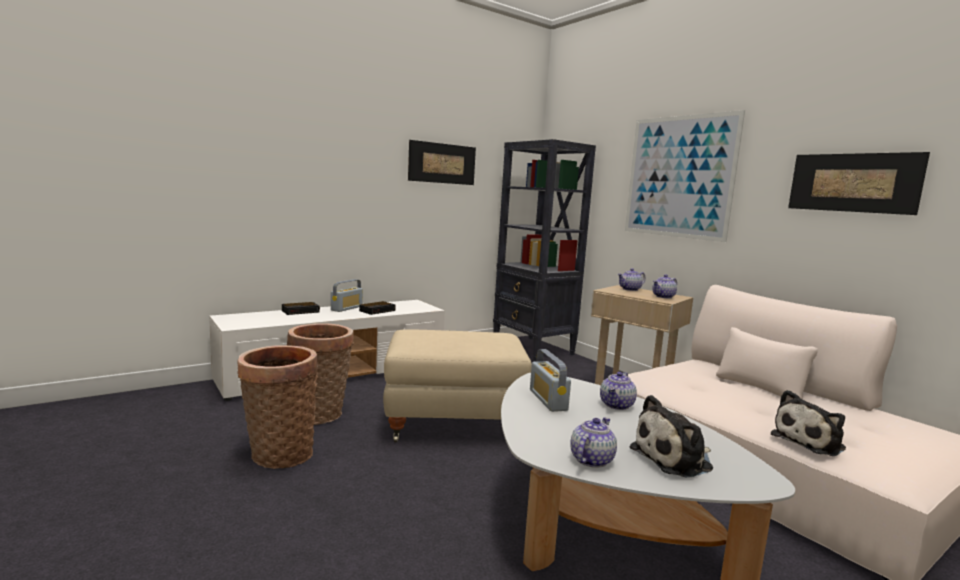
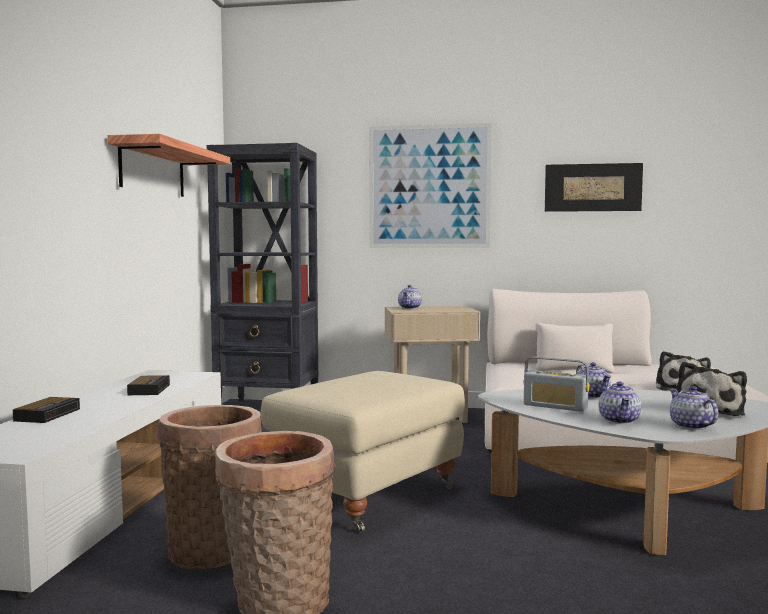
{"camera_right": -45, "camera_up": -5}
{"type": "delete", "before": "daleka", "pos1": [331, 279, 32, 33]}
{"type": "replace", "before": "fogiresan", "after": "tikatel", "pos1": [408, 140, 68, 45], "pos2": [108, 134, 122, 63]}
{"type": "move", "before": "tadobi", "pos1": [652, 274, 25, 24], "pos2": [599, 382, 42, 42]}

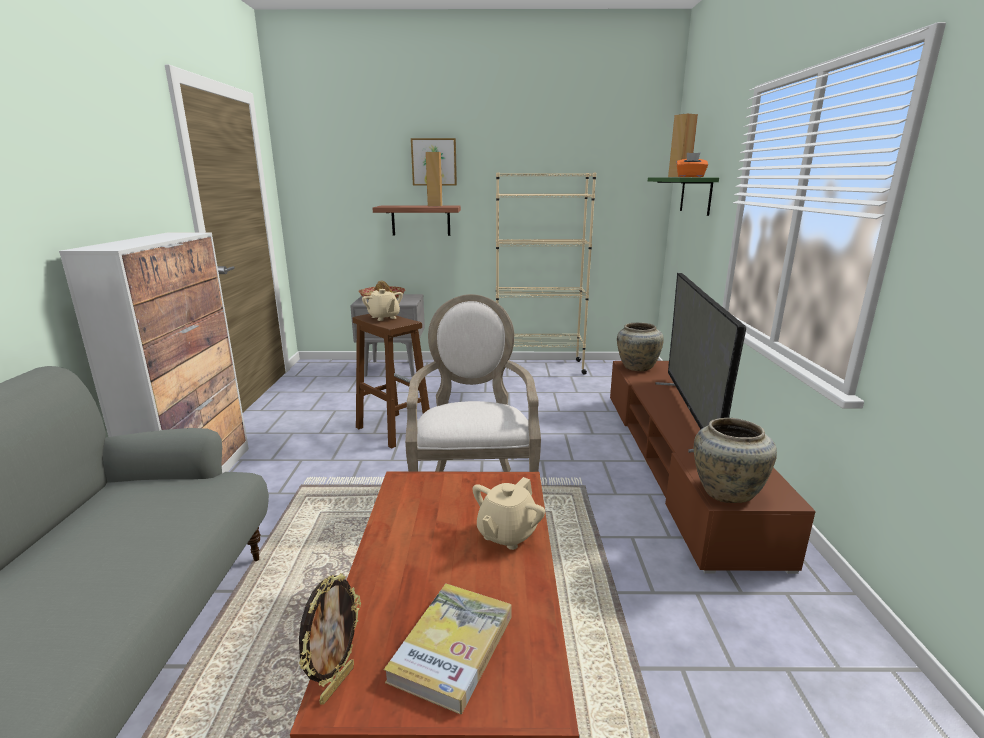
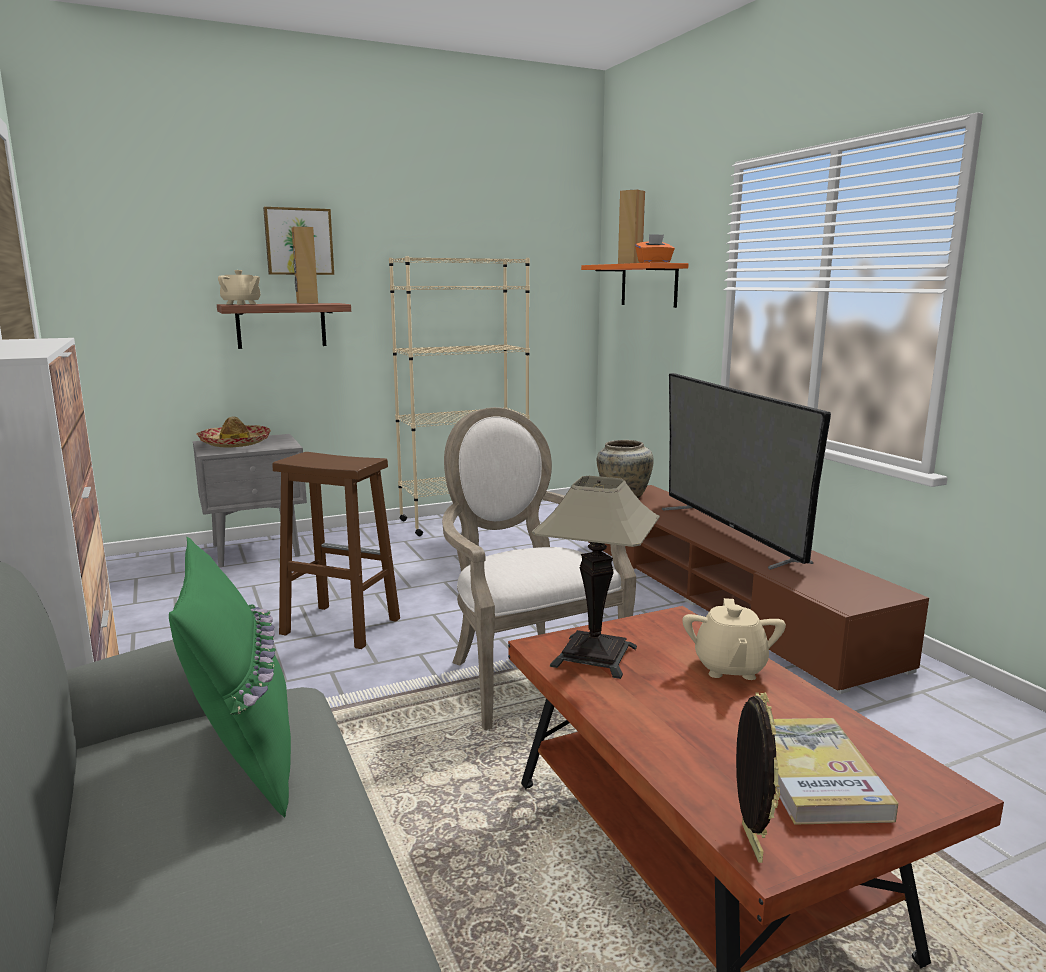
{"camera_right": -25, "camera_up": -5}
{"type": "move", "before": "beige_tadobi", "pos1": [362, 289, 41, 32], "pos2": [218, 270, 43, 35]}
{"type": "recolor", "before": "green_tikatel", "after": "orange_tikatel", "pos1": [648, 178, 71, 38], "pos2": [581, 263, 108, 45]}
{"type": "delete", "before": "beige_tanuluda", "pos1": [694, 418, 83, 85]}
{"type": "insert", "after": "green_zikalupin", "pos2": [169, 537, 122, 281]}
{"type": "insert", "after": "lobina", "pos2": [532, 476, 128, 203]}

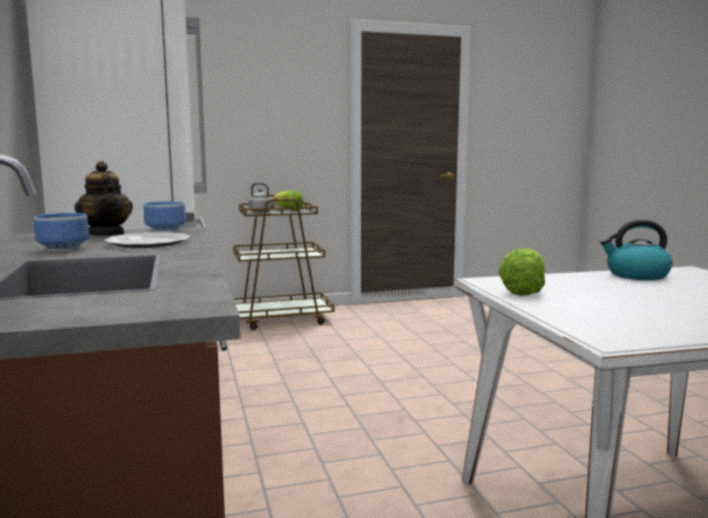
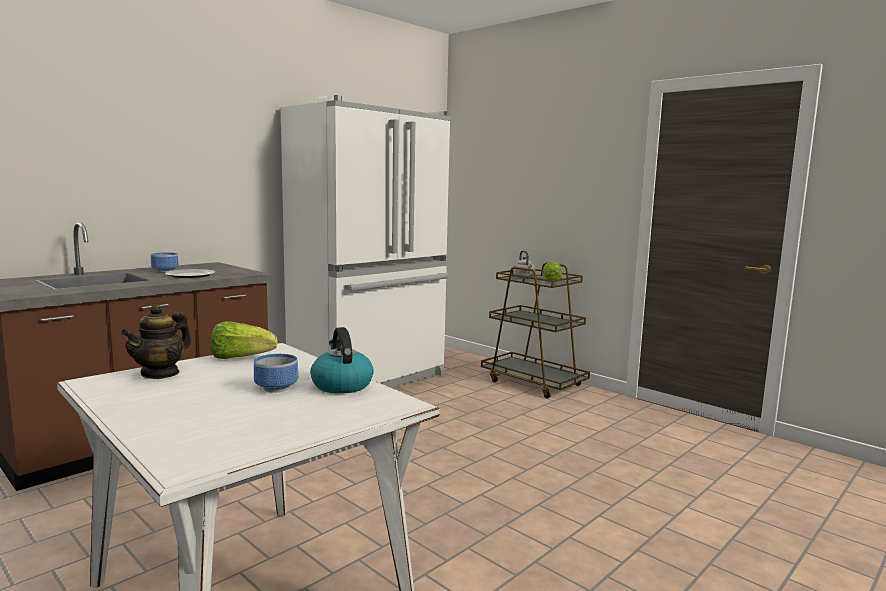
{"camera_right": 60, "camera_up": 0}
{"type": "move", "before": "tadobi", "pos1": [74, 161, 59, 75], "pos2": [121, 304, 70, 75]}
{"type": "move", "before": "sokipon", "pos1": [144, 201, 42, 31], "pos2": [254, 354, 44, 39]}

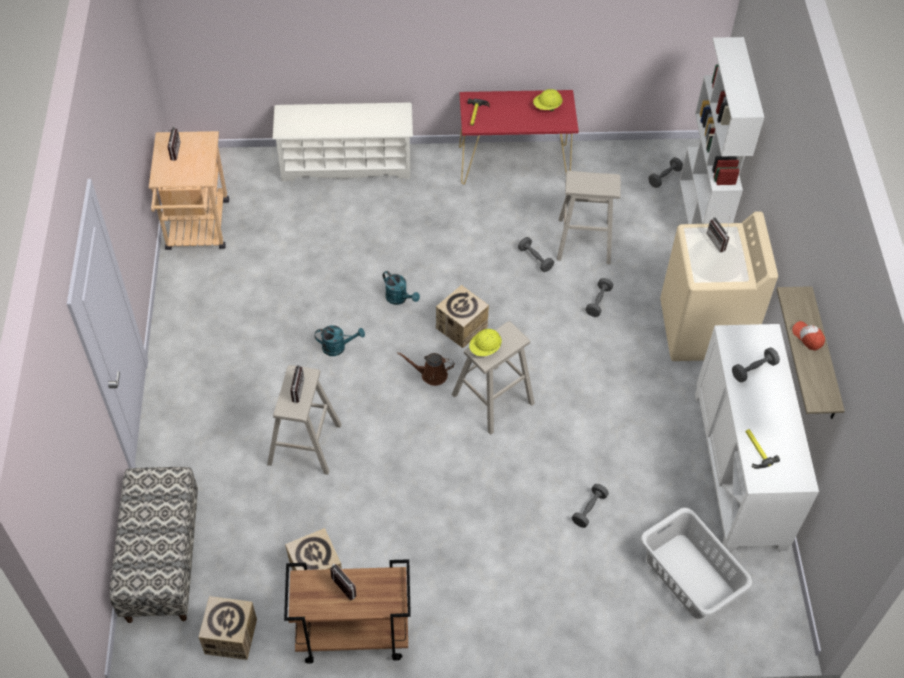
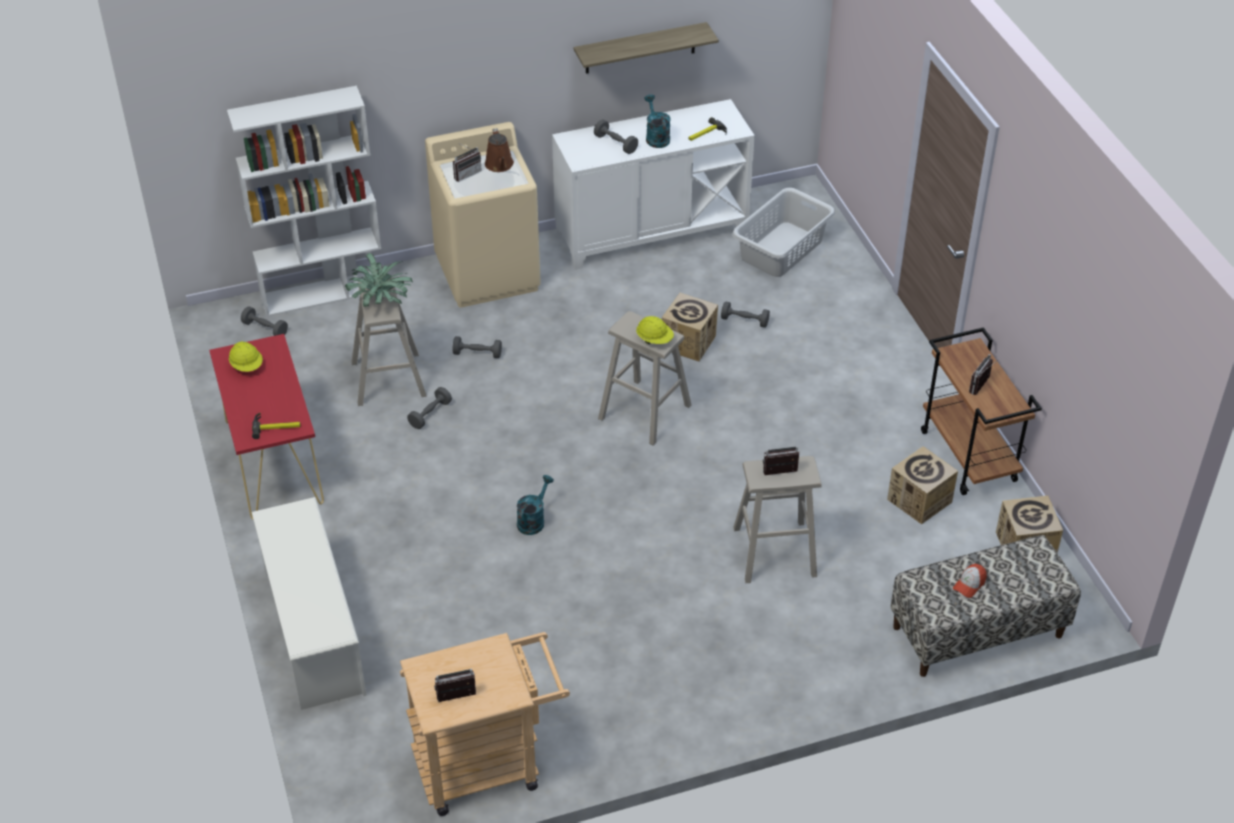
{"camera_right": -105, "camera_up": -10}
{"type": "move", "before": "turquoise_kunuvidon", "pos1": [315, 325, 50, 31], "pos2": [644, 94, 27, 54]}
{"type": "move", "before": "brown_kunuvidon", "pos1": [397, 352, 58, 34], "pos2": [485, 128, 29, 44]}
{"type": "move", "before": "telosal", "pos1": [436, 285, 53, 63], "pos2": [662, 293, 56, 69]}
{"type": "move", "before": "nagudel", "pos1": [792, 321, 33, 30], "pos2": [953, 564, 34, 34]}
{"type": "insert", "after": "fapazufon", "pos2": [345, 253, 68, 54]}

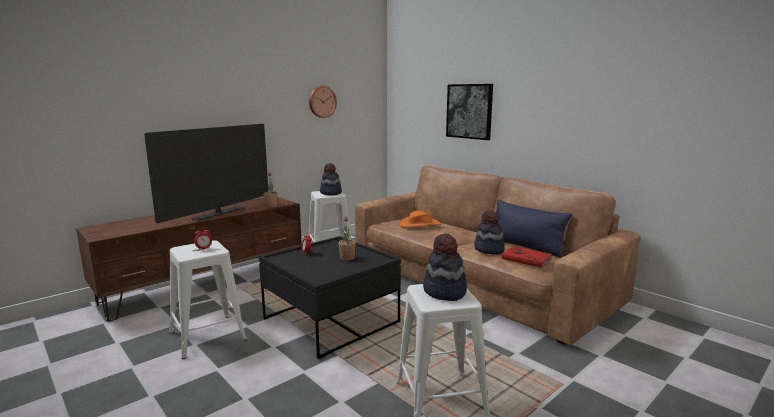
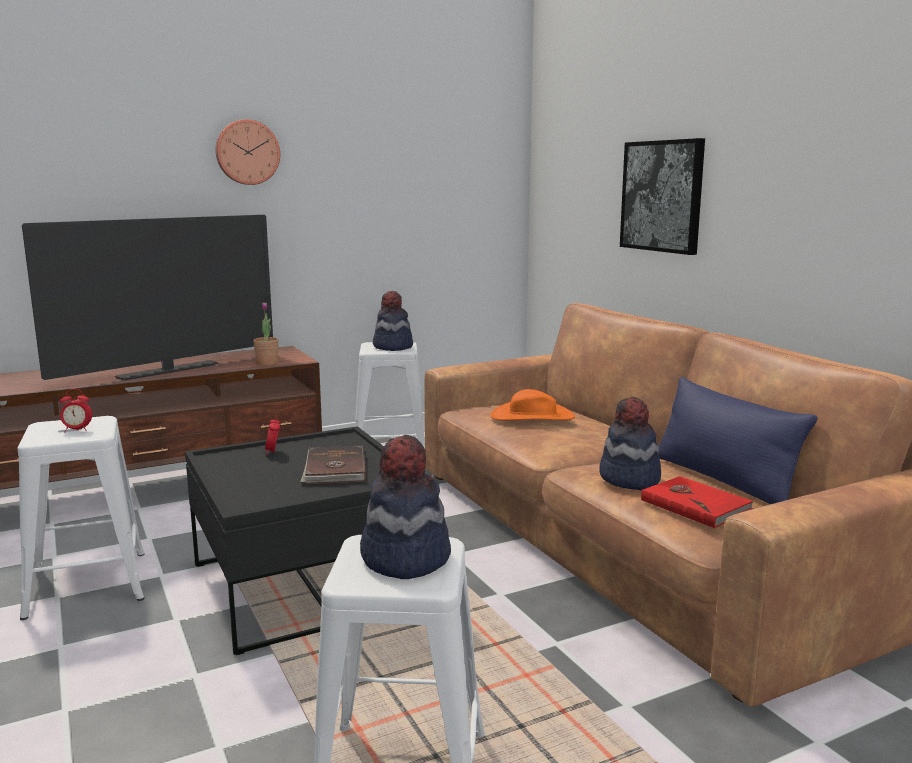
{"camera_right": 15, "camera_up": 0}
{"type": "move", "before": "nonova", "pos1": [309, 86, 28, 32], "pos2": [215, 119, 65, 66]}
{"type": "replace", "before": "fapazufon", "after": "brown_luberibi", "pos1": [338, 217, 18, 44], "pos2": [300, 445, 67, 39]}

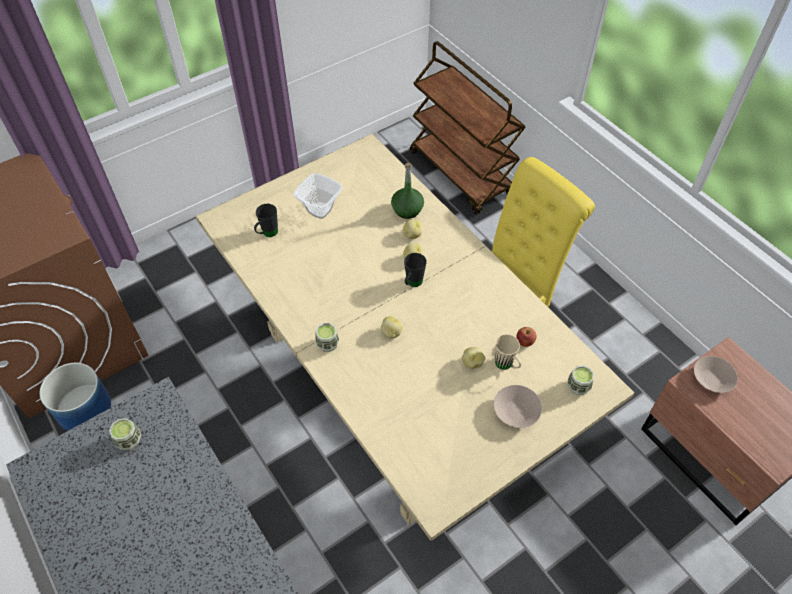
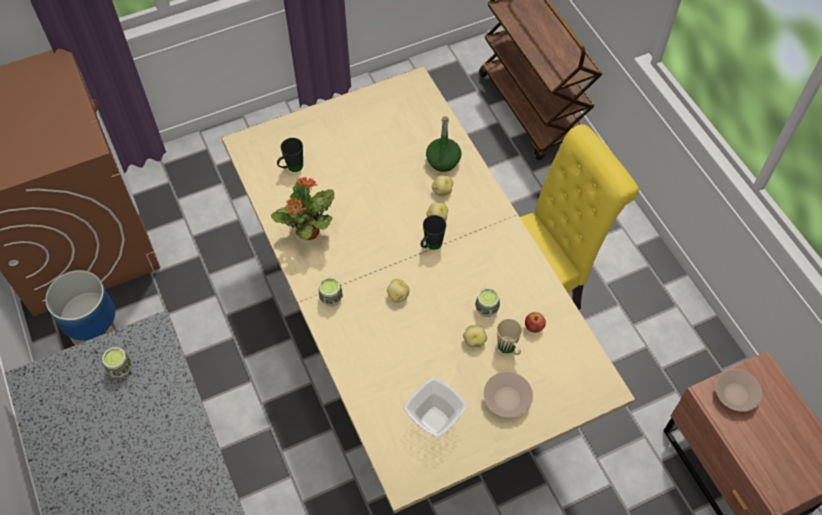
{"camera_right": 10, "camera_up": 5}
{"type": "move", "before": "sokipon", "pos1": [293, 173, 50, 46], "pos2": [403, 377, 64, 61]}
{"type": "move", "before": "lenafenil", "pos1": [567, 365, 27, 30], "pos2": [475, 288, 25, 29]}
{"type": "insert", "after": "fapazufon", "pos2": [271, 177, 63, 63]}

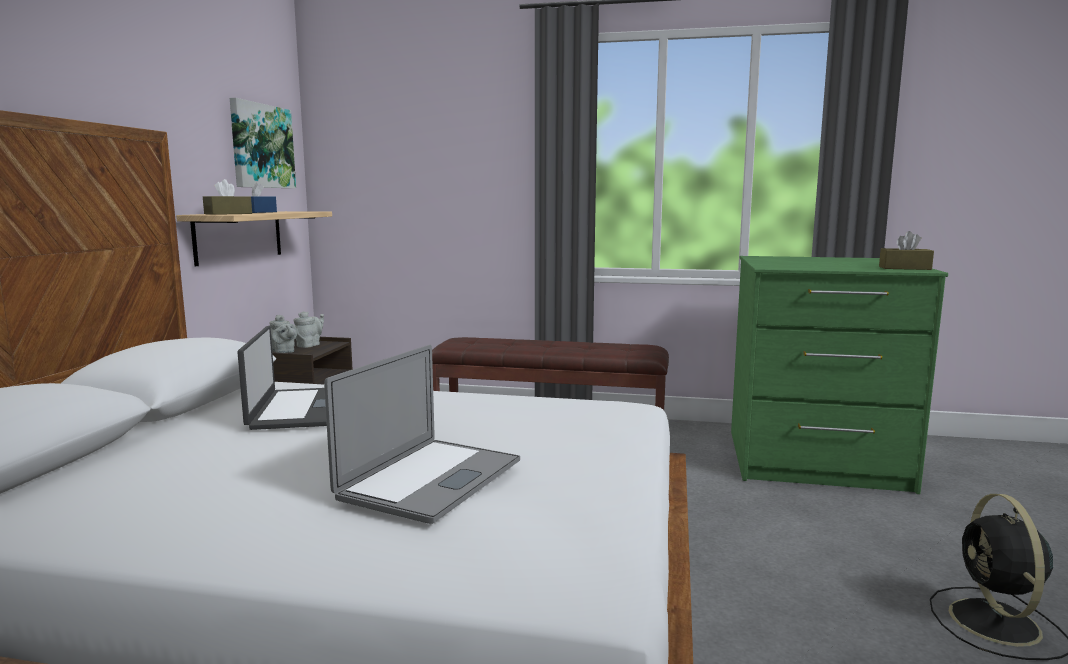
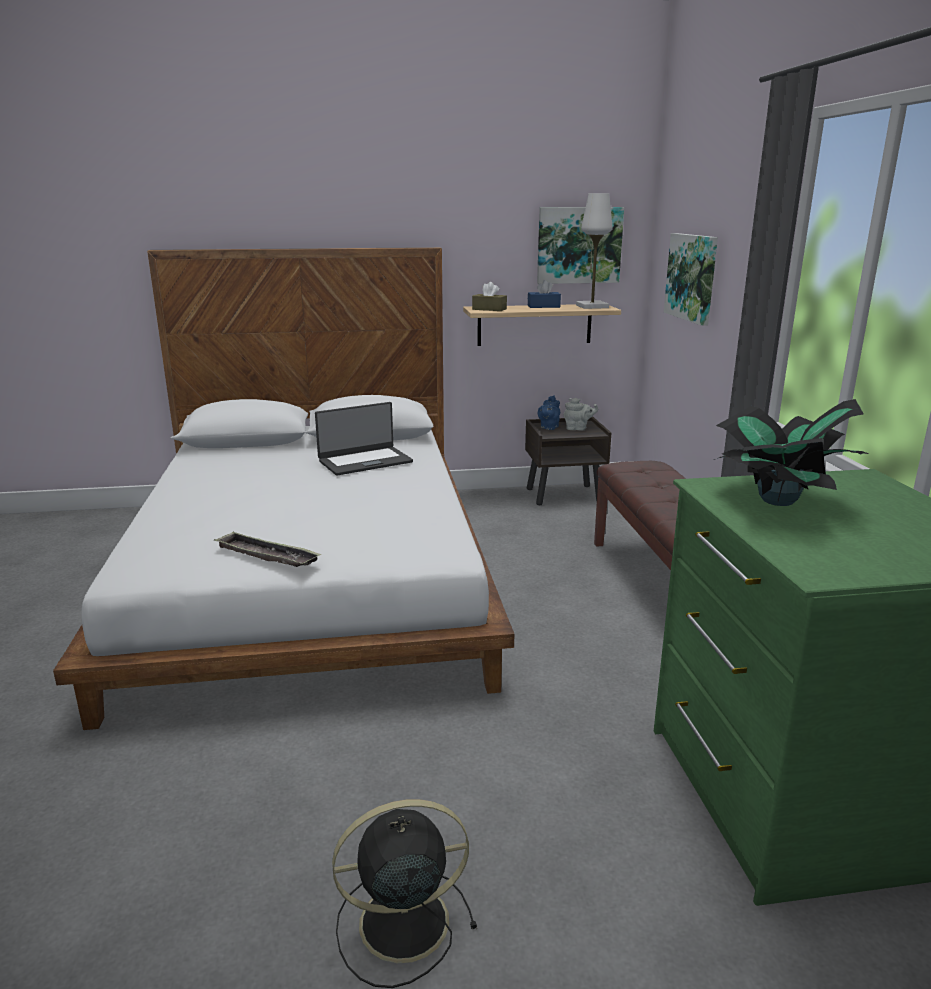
{"camera_right": 70, "camera_up": 10}
{"type": "recolor", "before": "grey_tadobi", "after": "blue_tadobi", "pos1": [269, 315, 28, 38], "pos2": [538, 396, 22, 34]}
{"type": "delete", "before": "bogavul", "pos1": [324, 345, 196, 179]}
{"type": "delete", "before": "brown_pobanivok", "pos1": [879, 231, 55, 39]}
{"type": "insert", "after": "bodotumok", "pos2": [214, 531, 107, 36]}
{"type": "insert", "after": "white_lobina", "pos2": [576, 193, 37, 116]}
{"type": "insert", "after": "fogiresan", "pos2": [664, 233, 54, 93]}
{"type": "insert", "after": "fapazufon", "pos2": [714, 399, 155, 107]}

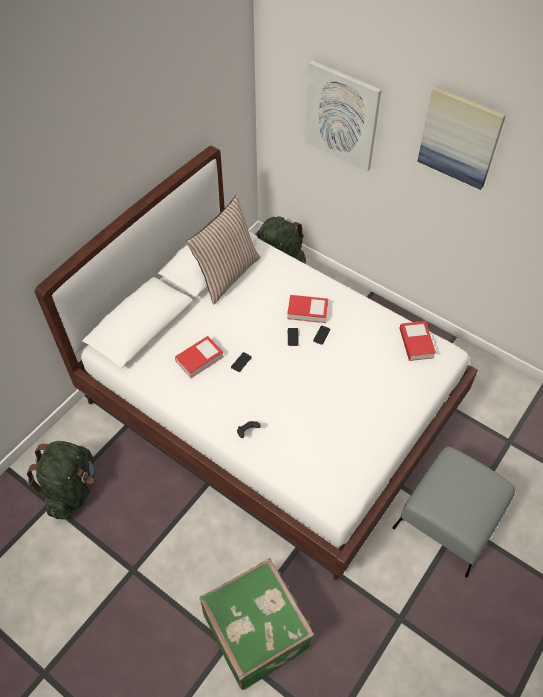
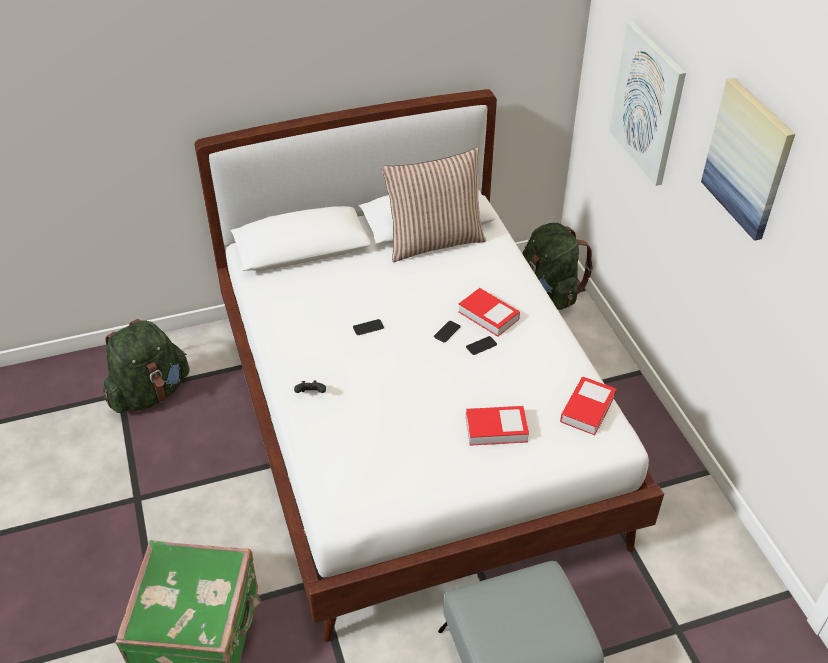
{"camera_right": 35, "camera_up": -10}
{"type": "move", "before": "luberibi", "pos1": [175, 336, 49, 42], "pos2": [466, 406, 63, 40]}

